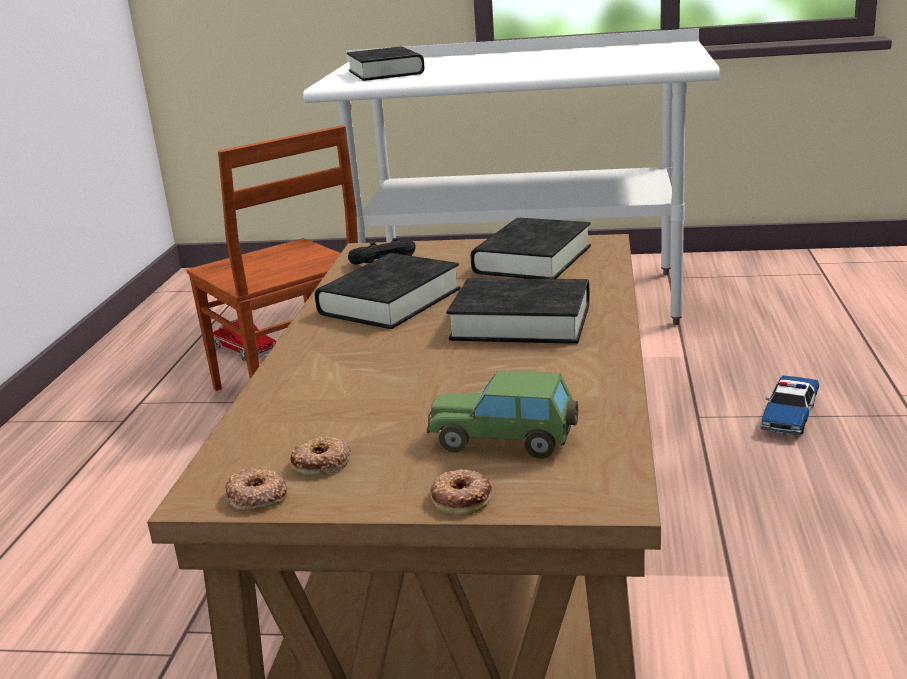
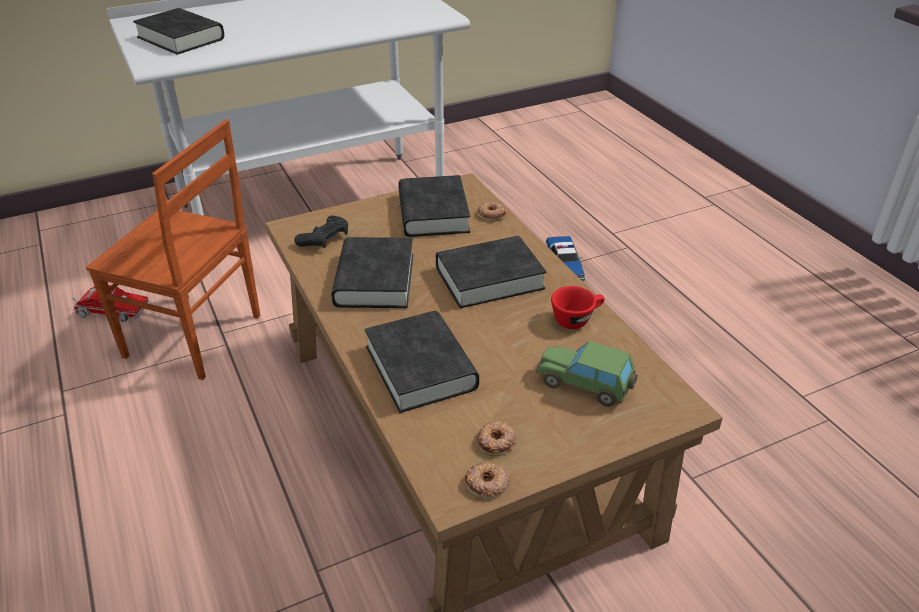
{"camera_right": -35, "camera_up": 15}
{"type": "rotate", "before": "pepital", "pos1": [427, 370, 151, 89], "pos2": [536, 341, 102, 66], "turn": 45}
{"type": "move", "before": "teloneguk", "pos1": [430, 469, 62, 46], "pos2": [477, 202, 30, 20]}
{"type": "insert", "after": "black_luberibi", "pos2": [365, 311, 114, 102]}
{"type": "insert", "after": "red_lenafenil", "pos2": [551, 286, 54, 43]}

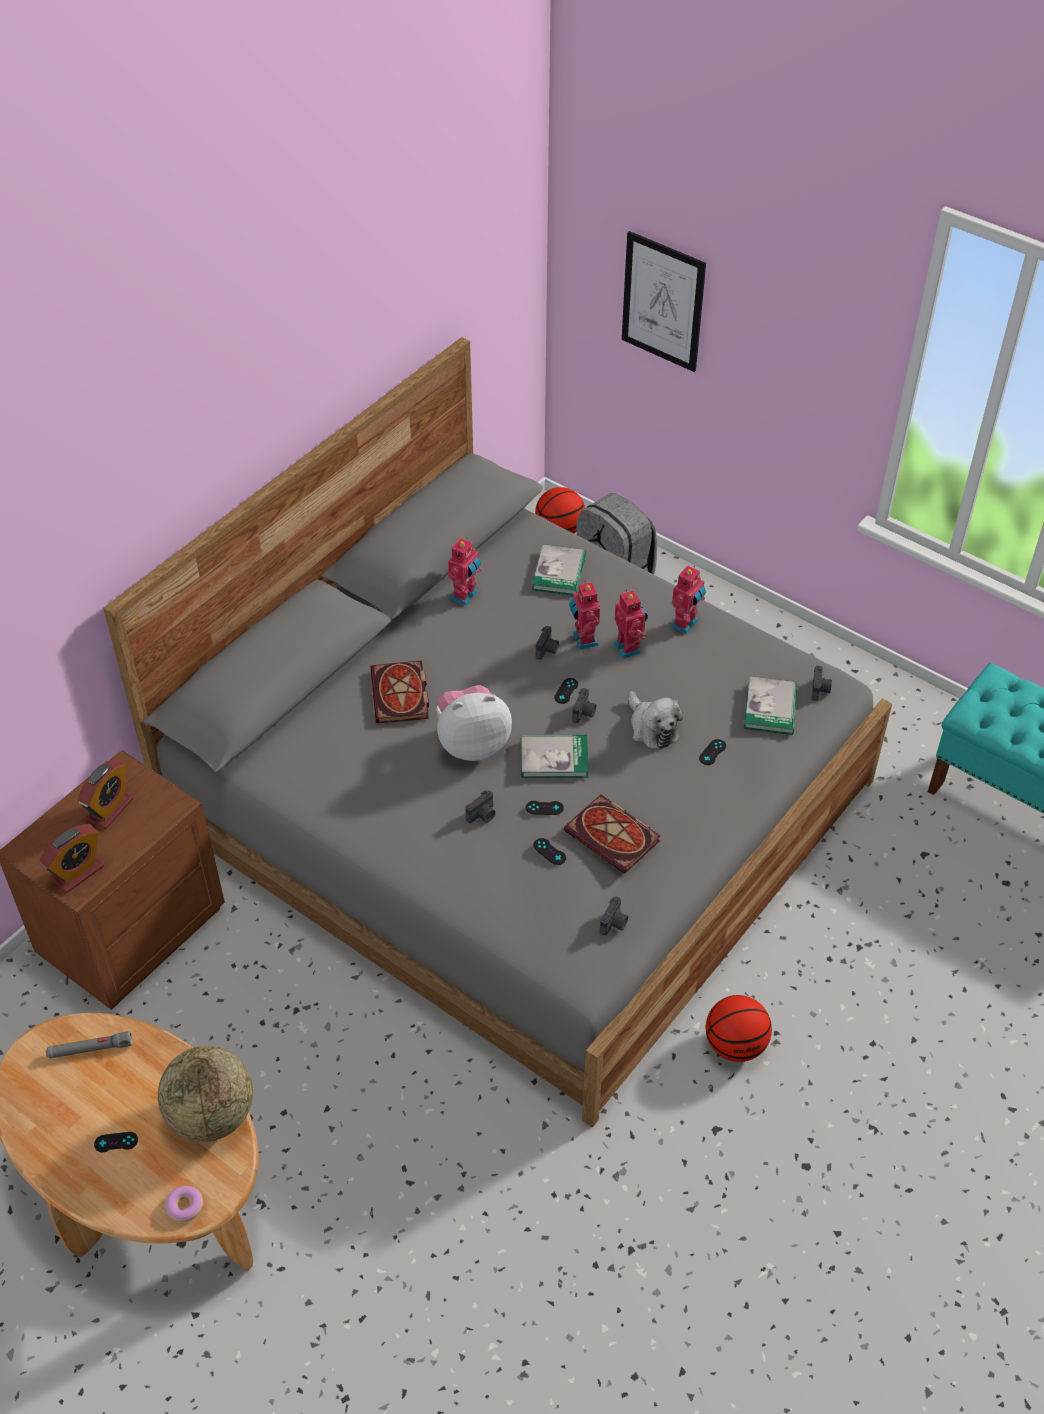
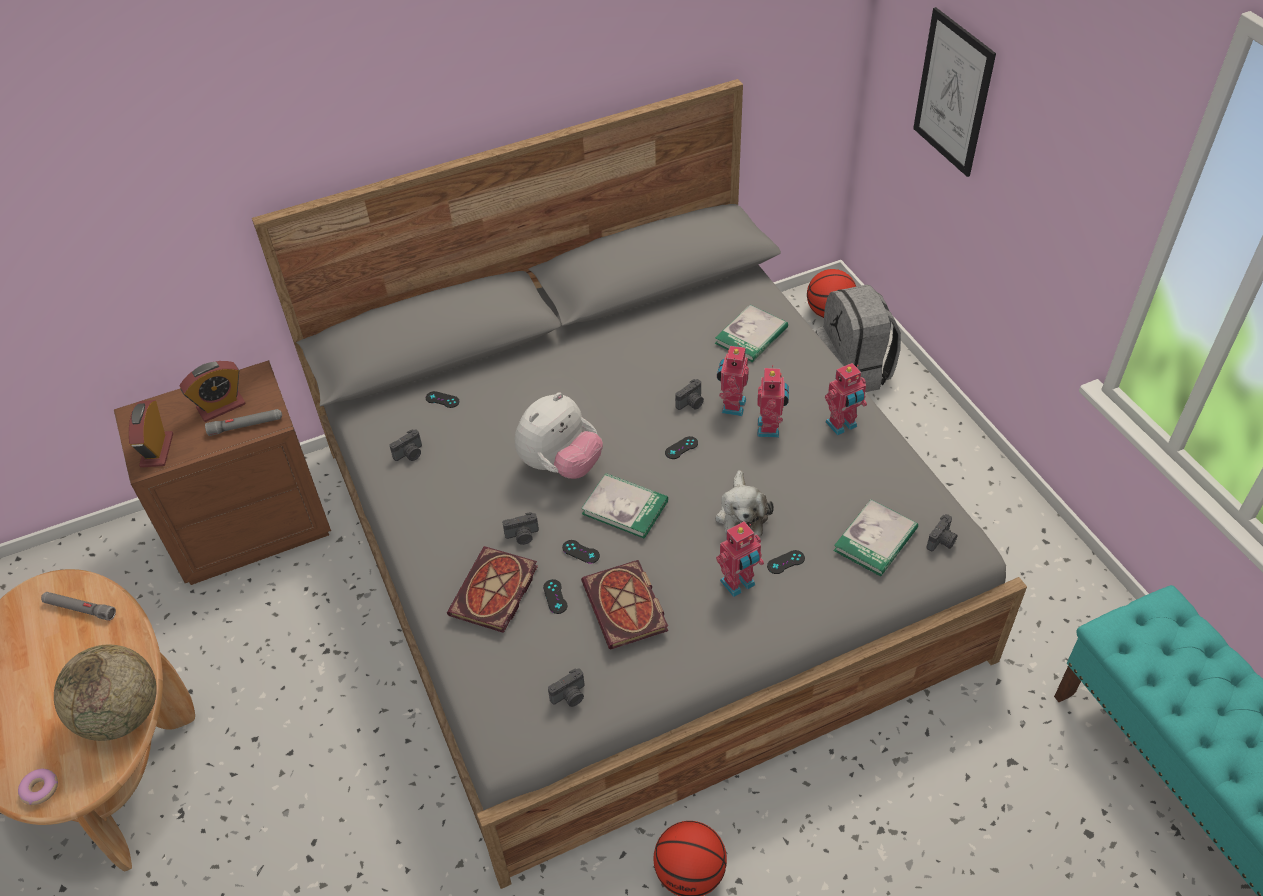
{"camera_right": 30, "camera_up": 0}
{"type": "rotate", "before": "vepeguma", "pos1": [39, 824, 65, 69], "pos2": [129, 400, 44, 68], "turn": 105}
{"type": "move", "before": "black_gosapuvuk", "pos1": [94, 1132, 44, 20], "pos2": [426, 391, 33, 17]}
{"type": "move", "before": "luberibi", "pos1": [371, 660, 58, 64], "pos2": [447, 546, 91, 87]}
{"type": "rotate", "before": "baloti", "pos1": [436, 685, 76, 76], "pos2": [515, 392, 88, 87], "turn": 120}
{"type": "move", "before": "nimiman", "pos1": [448, 538, 34, 68], "pos2": [716, 522, 48, 75]}
{"type": "move", "before": "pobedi", "pos1": [572, 688, 24, 35], "pos2": [389, 430, 33, 31]}
{"type": "insert", "after": "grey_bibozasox", "pos2": [205, 409, 77, 27]}

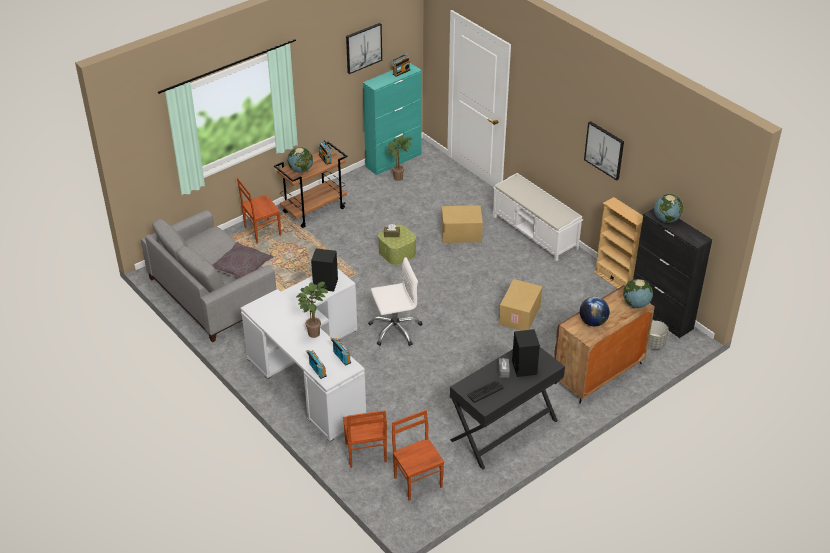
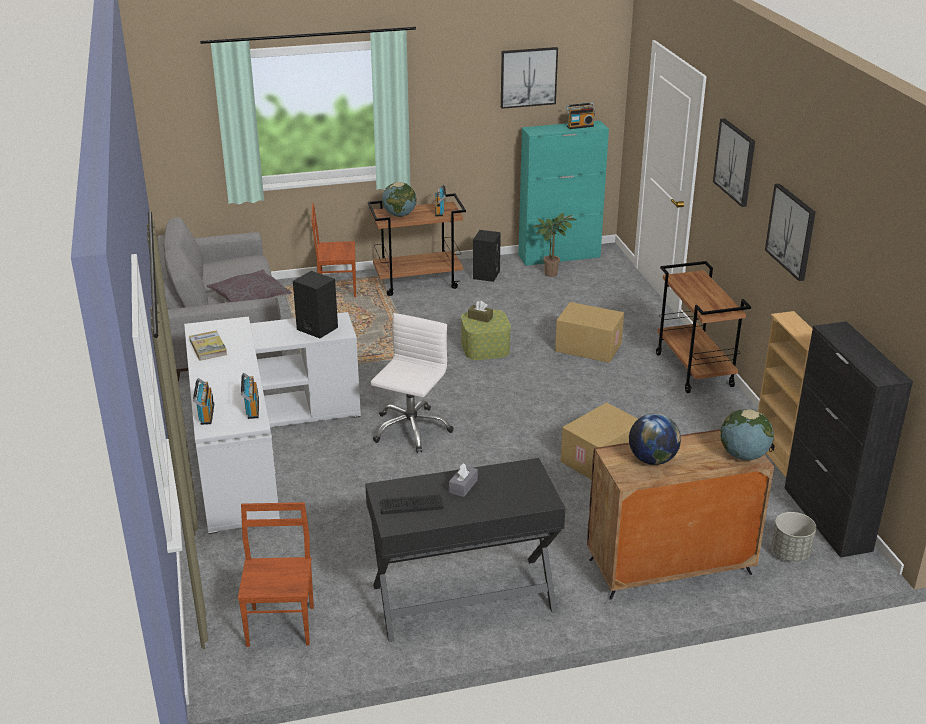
{"camera_right": 25, "camera_up": -10}
{"type": "delete", "before": "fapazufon", "pos1": [296, 282, 32, 56]}
{"type": "delete", "before": "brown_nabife", "pos1": [343, 410, 44, 58]}
{"type": "rotate", "before": "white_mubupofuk", "pos1": [368, 257, 54, 89], "pos2": [371, 313, 83, 140], "turn": -75}
{"type": "replace", "before": "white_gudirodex", "after": "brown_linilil", "pos1": [493, 173, 90, 89], "pos2": [656, 261, 95, 132]}
{"type": "move", "before": "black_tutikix", "pos1": [512, 329, 28, 48], "pos2": [473, 230, 28, 52]}
{"type": "delete", "before": "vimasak", "pos1": [654, 194, 29, 29]}
{"type": "insert", "after": "luberibi", "pos2": [189, 330, 38, 31]}
{"type": "insert", "after": "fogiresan", "pos2": [713, 118, 42, 89]}

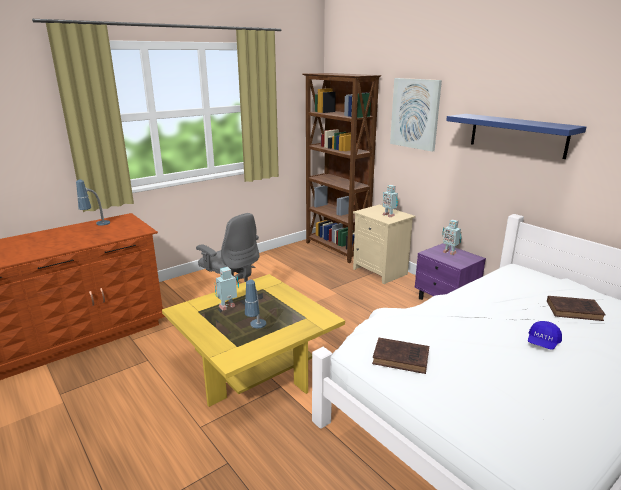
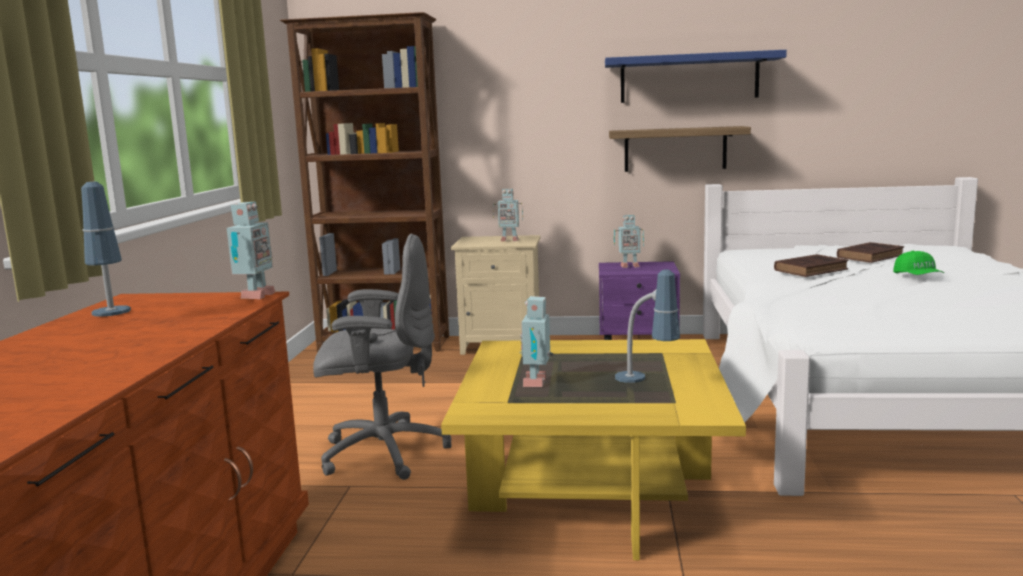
{"camera_right": -45, "camera_up": -10}
{"type": "move", "before": "brown_luberibi", "pos1": [372, 338, 57, 36], "pos2": [774, 254, 74, 23]}
{"type": "delete", "before": "fogiresan", "pos1": [390, 78, 52, 74]}
{"type": "recolor", "before": "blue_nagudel", "after": "green_nagudel", "pos1": [528, 321, 34, 29], "pos2": [893, 251, 51, 24]}
{"type": "insert", "after": "nimiman", "pos2": [227, 201, 48, 98]}
{"type": "insert", "after": "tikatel", "pos2": [609, 126, 142, 46]}

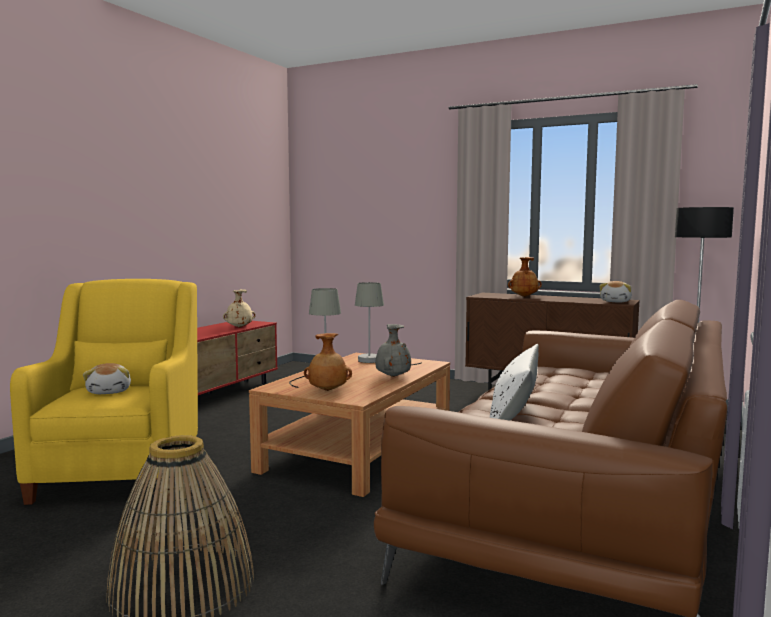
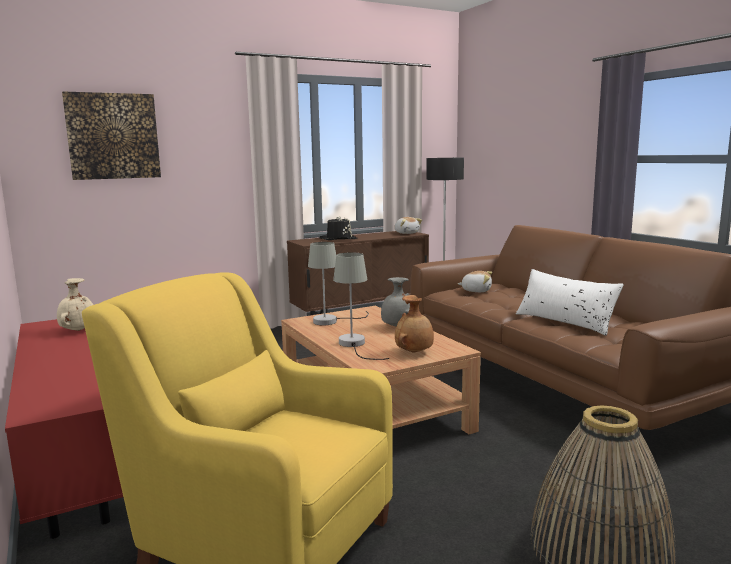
{"camera_right": -55, "camera_up": 5}
{"type": "move", "before": "baloti", "pos1": [83, 363, 48, 31], "pos2": [458, 271, 34, 21]}
{"type": "replace", "before": "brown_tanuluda", "after": "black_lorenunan", "pos1": [508, 257, 34, 40], "pos2": [319, 216, 38, 24]}
{"type": "insert", "after": "fogiresan", "pos2": [62, 91, 99, 89]}

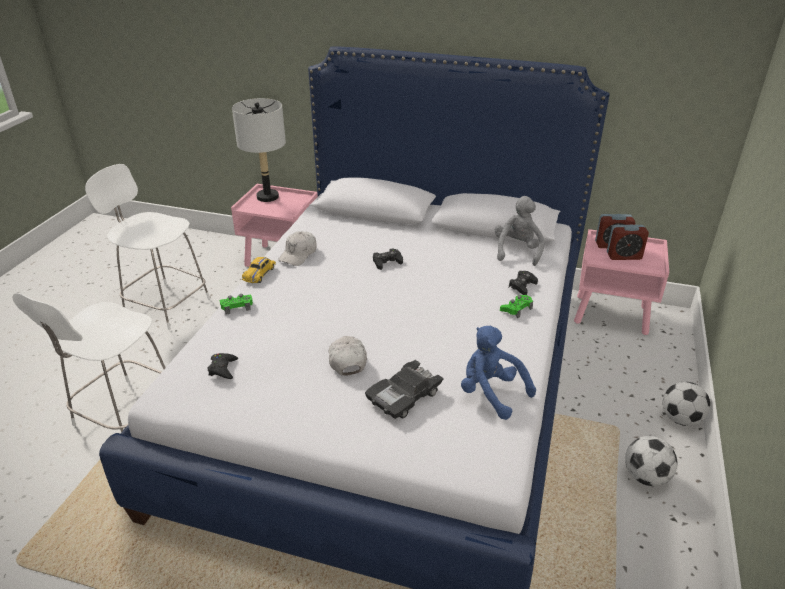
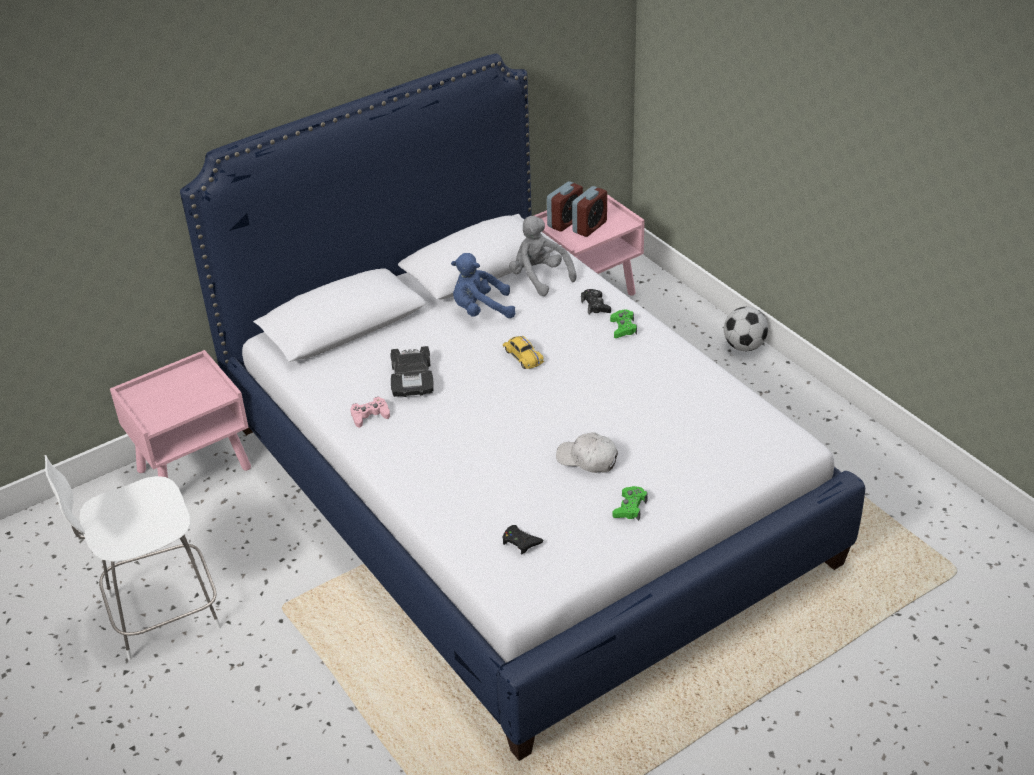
{"camera_right": -50, "camera_up": 5}
{"type": "delete", "before": "white_nabife", "pos1": [12, 293, 154, 139]}
{"type": "move", "before": "green_gosapuvuk", "pos1": [220, 294, 33, 21], "pos2": [612, 486, 36, 35]}
{"type": "delete", "before": "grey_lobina", "pos1": [232, 98, 54, 104]}
{"type": "move", "before": "yellow_pepital", "pos1": [242, 257, 34, 26], "pos2": [503, 336, 41, 33]}
{"type": "replace", "before": "white_nagudel", "after": "pink_gosapuvuk", "pos1": [278, 231, 39, 35], "pos2": [350, 397, 40, 31]}
{"type": "move", "before": "black_pepital", "pos1": [365, 360, 79, 59], "pos2": [390, 346, 44, 51]}
{"type": "delete", "before": "black_gosapuvuk", "pos1": [373, 248, 30, 22]}
{"type": "move", "before": "blue_baloti", "pos1": [461, 326, 75, 94], "pos2": [451, 253, 64, 65]}
{"type": "delete", "before": "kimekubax", "pos1": [625, 436, 52, 50]}

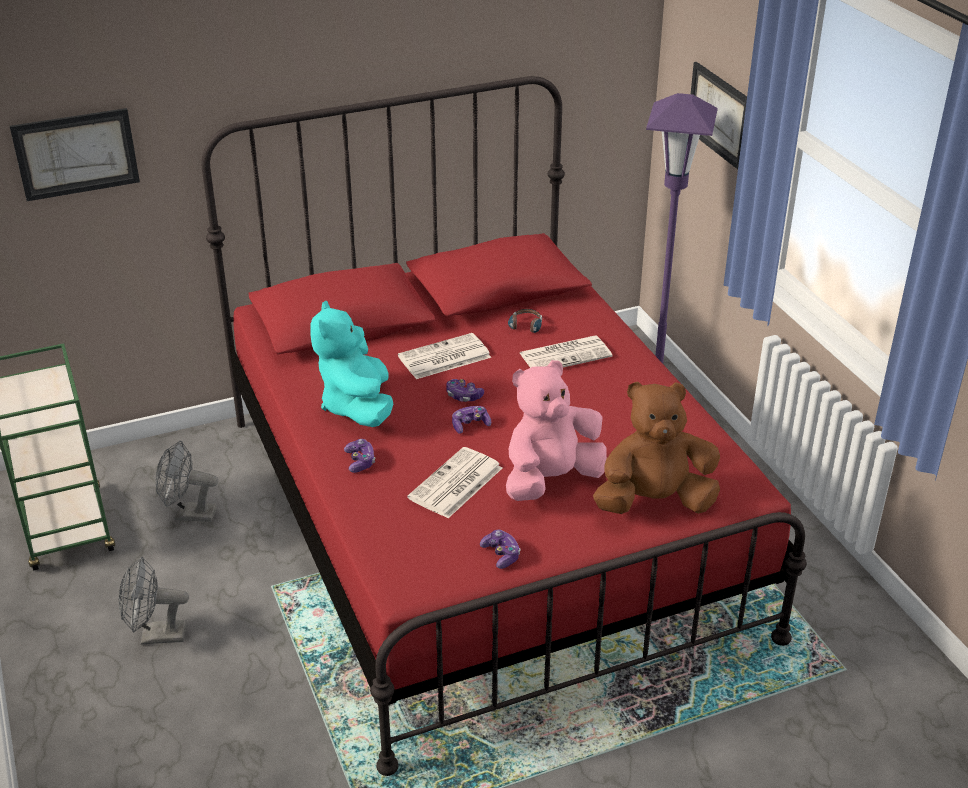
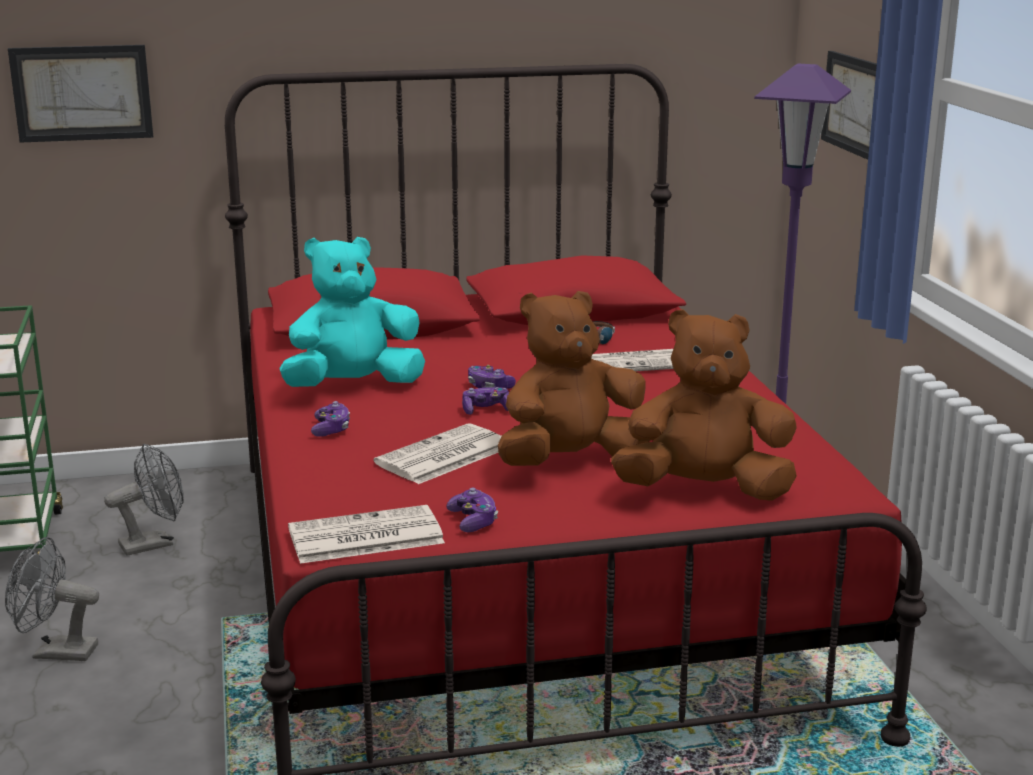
{"camera_right": 10, "camera_up": -15}
{"type": "rotate", "before": "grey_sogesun", "pos1": [155, 441, 63, 81], "pos2": [104, 443, 80, 113], "turn": 135}
{"type": "rotate", "before": "turquoise_baloti", "pos1": [310, 301, 83, 126], "pos2": [279, 237, 146, 150], "turn": 60}
{"type": "move", "before": "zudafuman", "pos1": [398, 333, 93, 46], "pos2": [288, 505, 157, 59]}
{"type": "recolor", "before": "pink_baloti", "after": "brown_baloti", "pos1": [506, 360, 101, 141], "pos2": [498, 291, 152, 175]}

